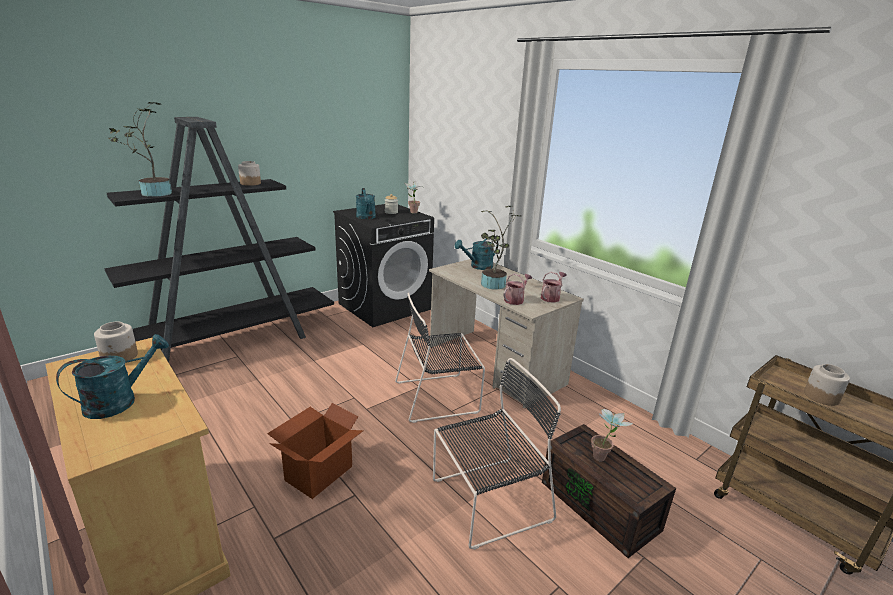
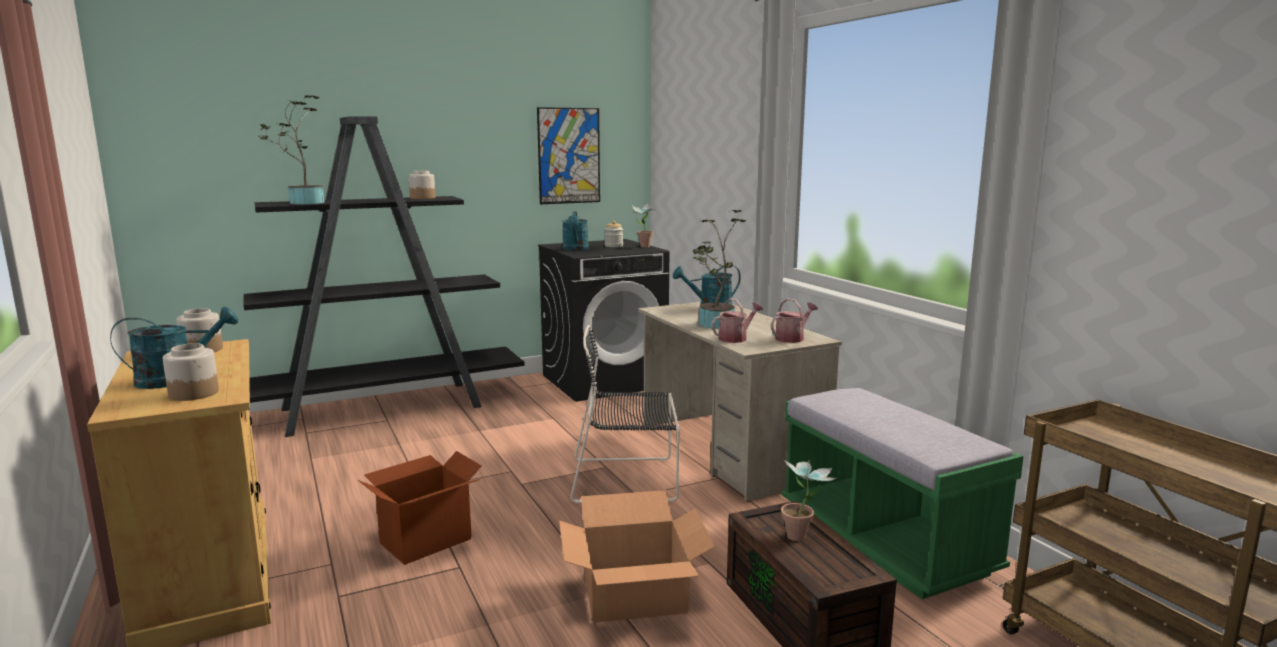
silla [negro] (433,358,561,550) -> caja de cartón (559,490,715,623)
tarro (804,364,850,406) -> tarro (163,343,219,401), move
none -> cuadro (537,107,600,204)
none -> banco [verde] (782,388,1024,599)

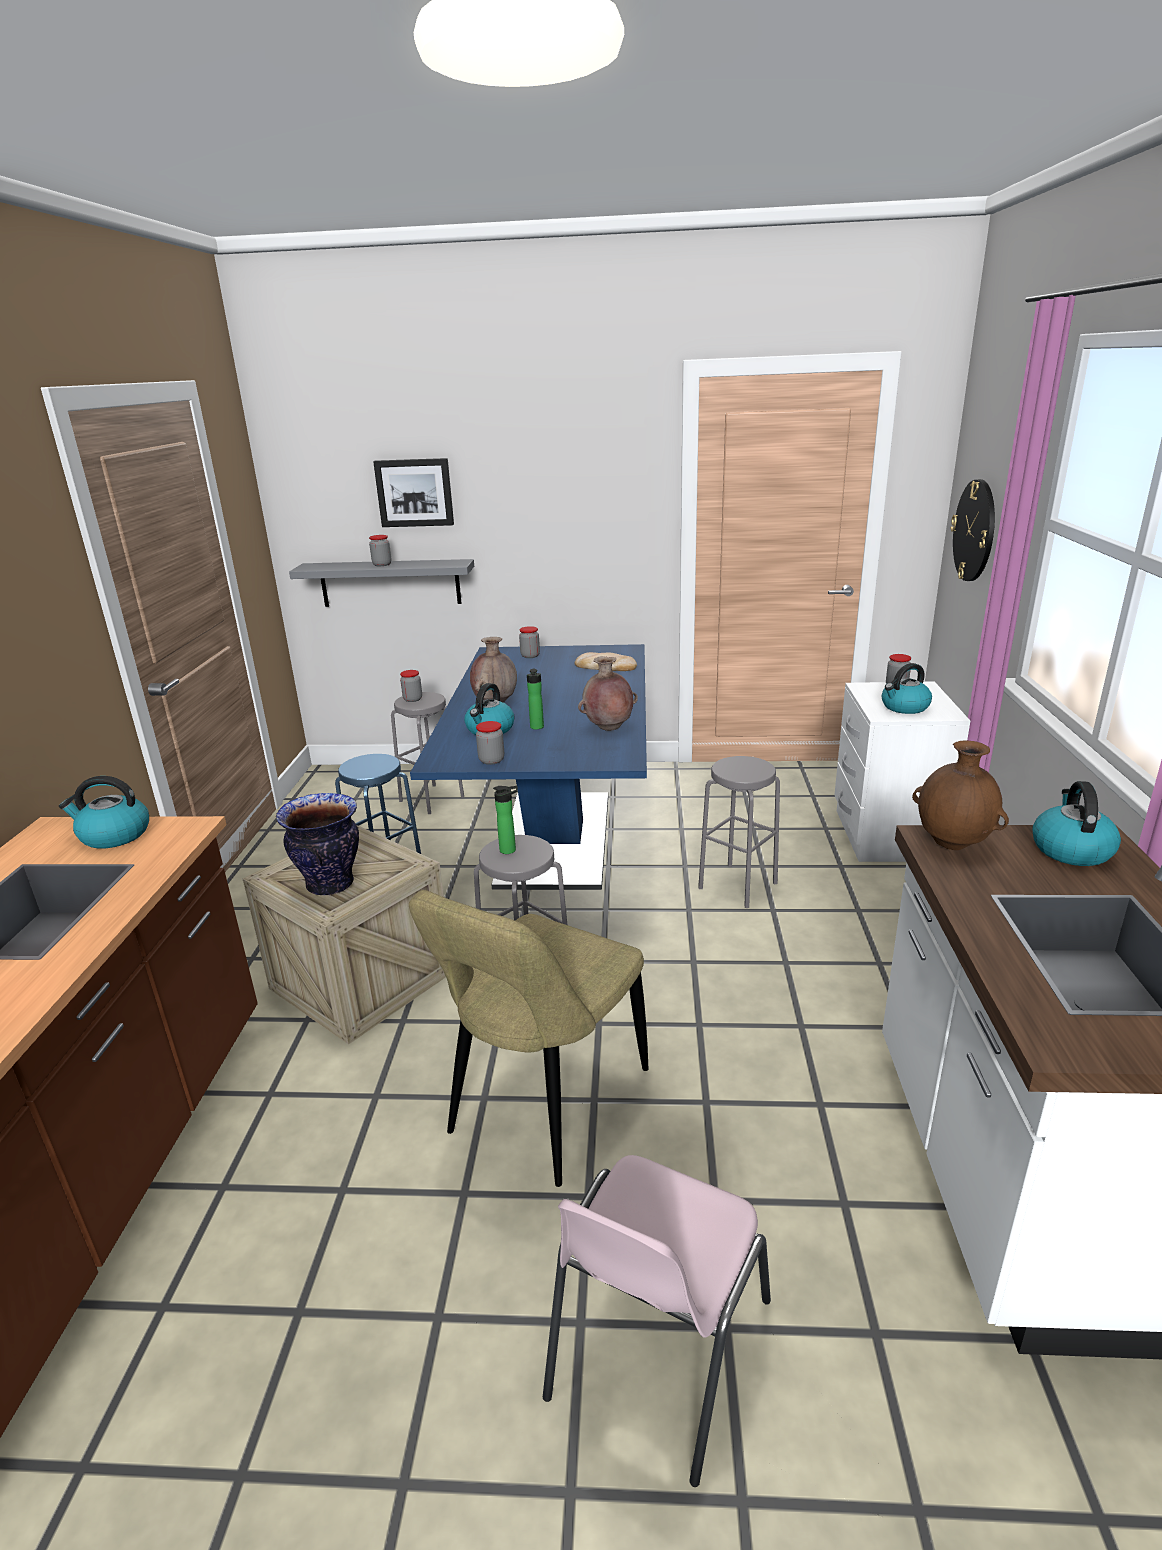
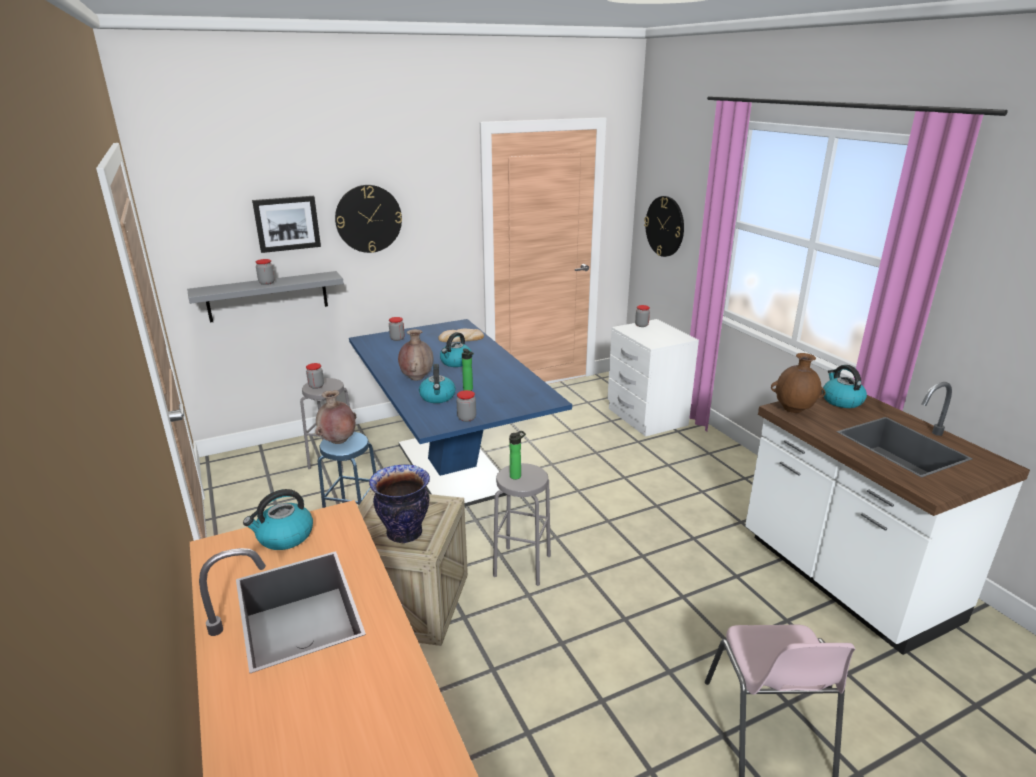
silla [beis] (409,890,649,1187) -> none
florero [marrón] (578,656,638,731) -> florero [marrón] (315,390,356,444), move
taburete [gris] (698,756,780,908) -> none
hervidor (882,663,932,714) -> hervidor (440,332,473,367), move
none -> reloj de pared (335,185,402,253)

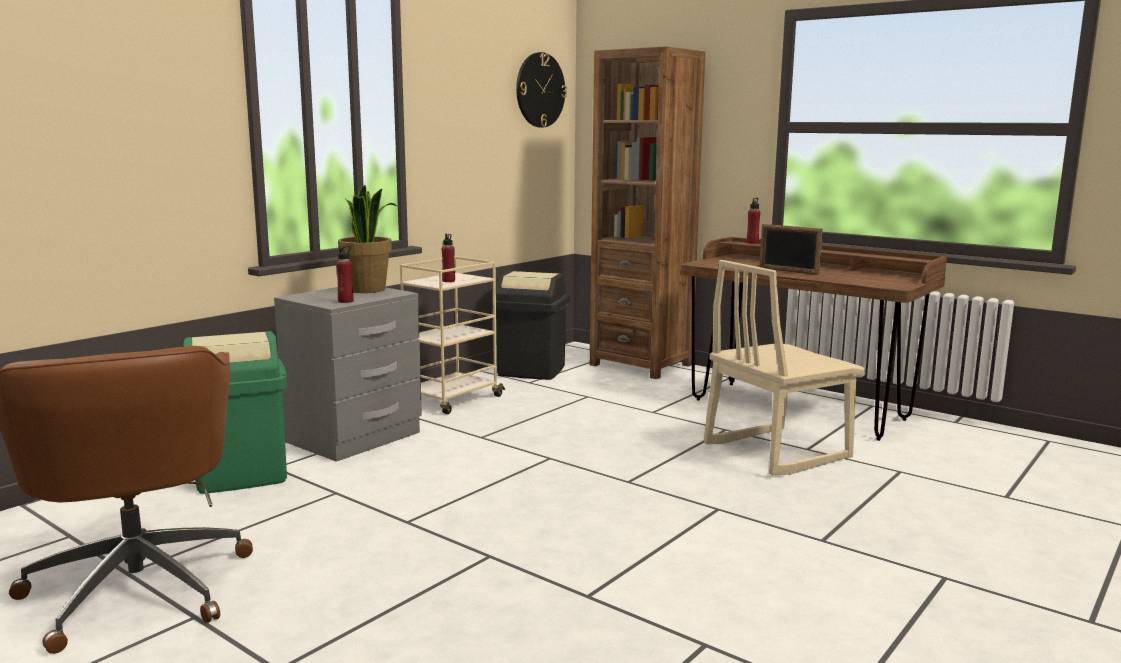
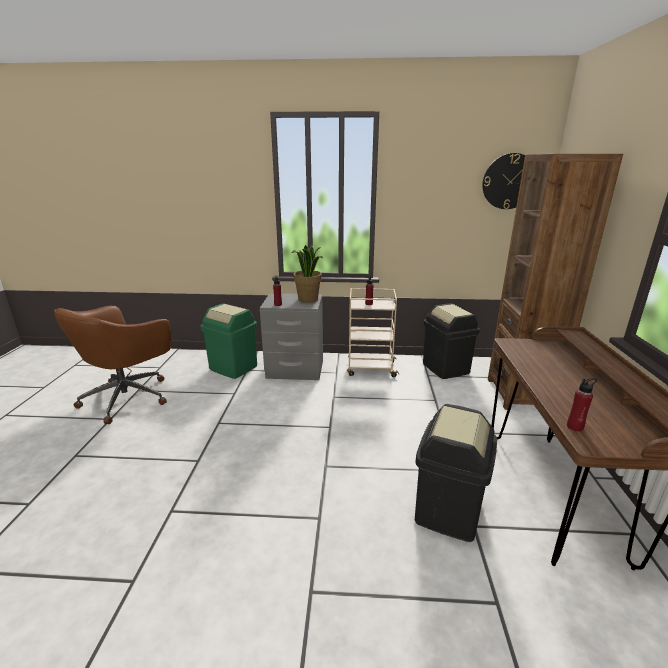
silla [beis] (704,260,865,475) -> papelera [negro] (415,404,497,542)
botella [rojo] (746,198,760,244) -> botella [rojo] (567,378,597,432), move
portarretratos (760,224,823,275) -> none

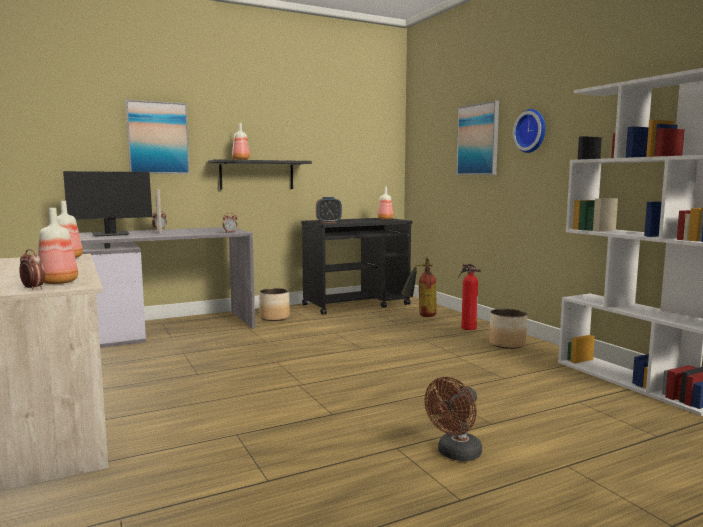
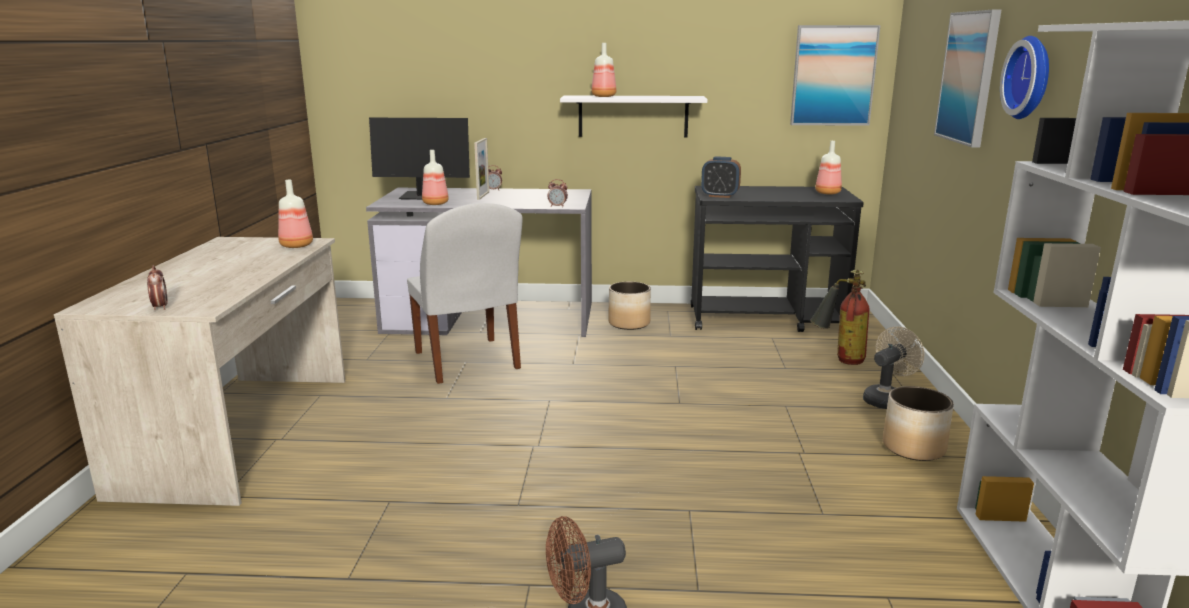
botella (38,208,78,284) -> botella (422,150,449,205), move
cuadro (125,100,190,174) -> cuadro (790,25,880,126), move
estante [negro] (208,159,312,190) -> estante [blanco] (560,95,707,137)
extintor (458,264,481,330) -> ventilador [beis] (863,327,924,409)
none -> silla [blanco] (407,203,523,384)

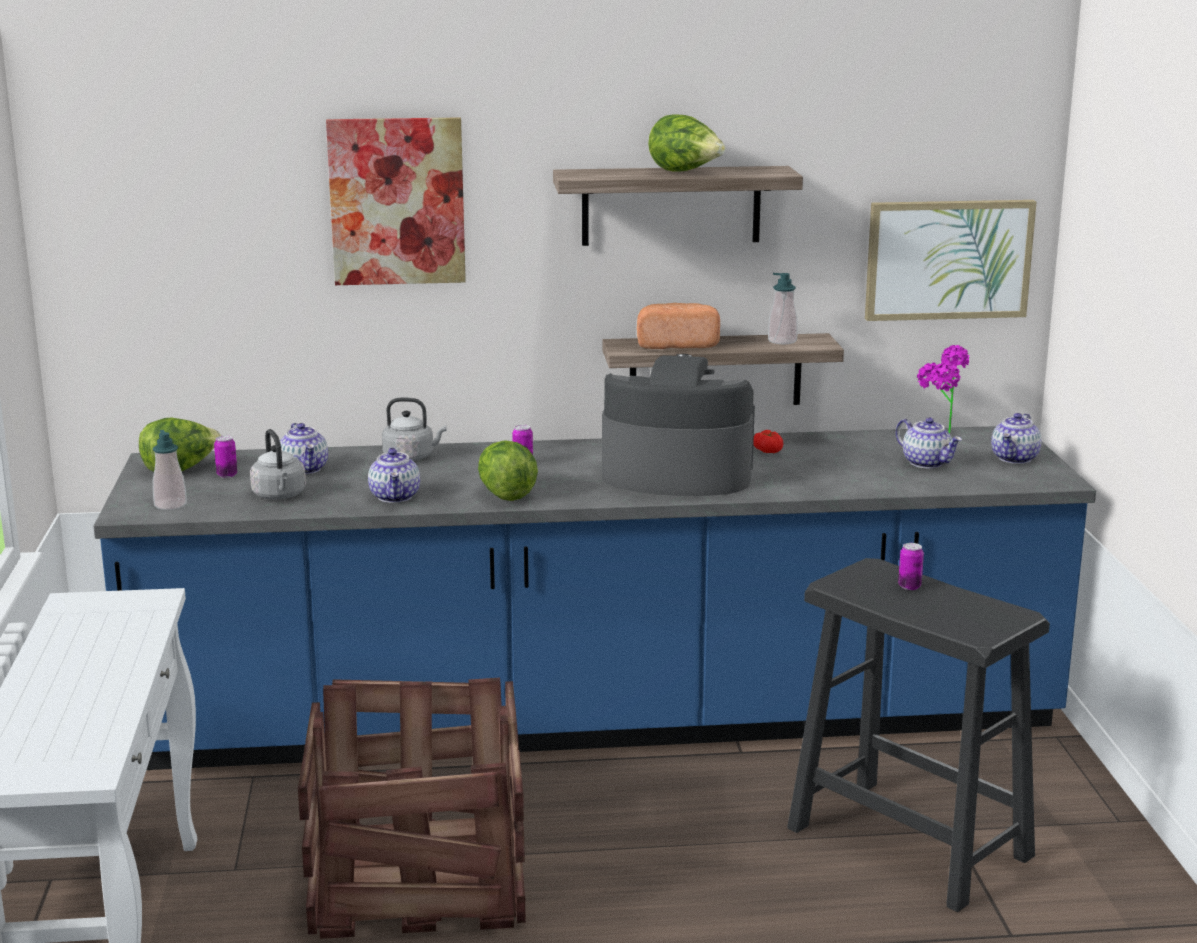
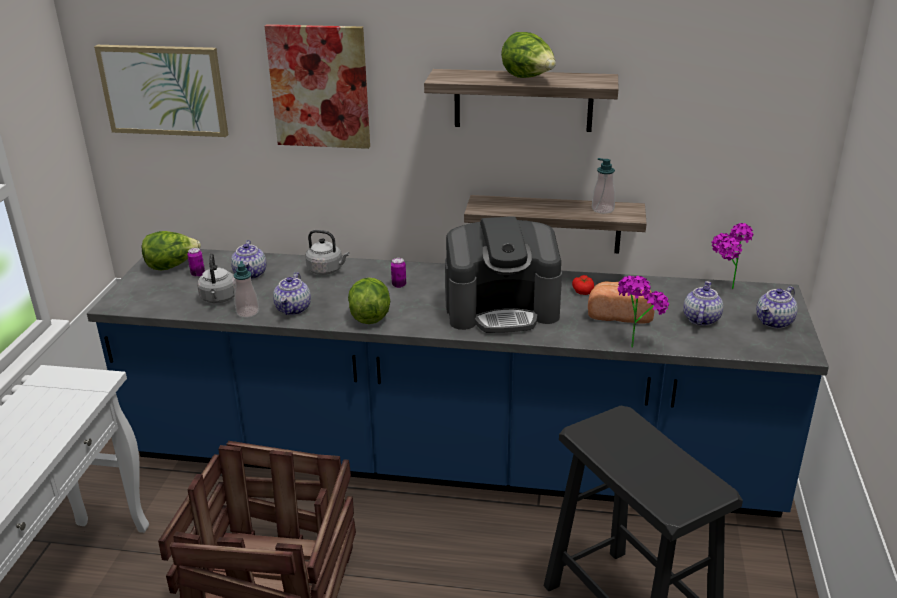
dispensador de jabón (153,430,187,510) -> dispensador de jabón (234,261,259,318), move
cafetera (602,354,755,496) -> cafetera (445,216,562,333), 150 degrees clockwise
pan (637,303,720,349) -> pan (588,281,655,324), move
cuadro (865,200,1037,321) -> cuadro (94,45,228,137), move
tetera (896,417,962,469) -> tetera (683,281,723,326), 135 degrees counterclockwise
lata (898,543,924,590) -> none
none -> planta en maceta (618,276,669,348)

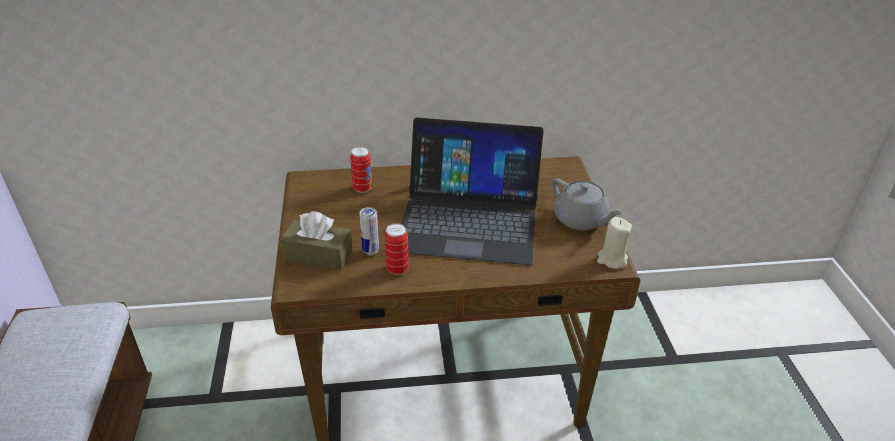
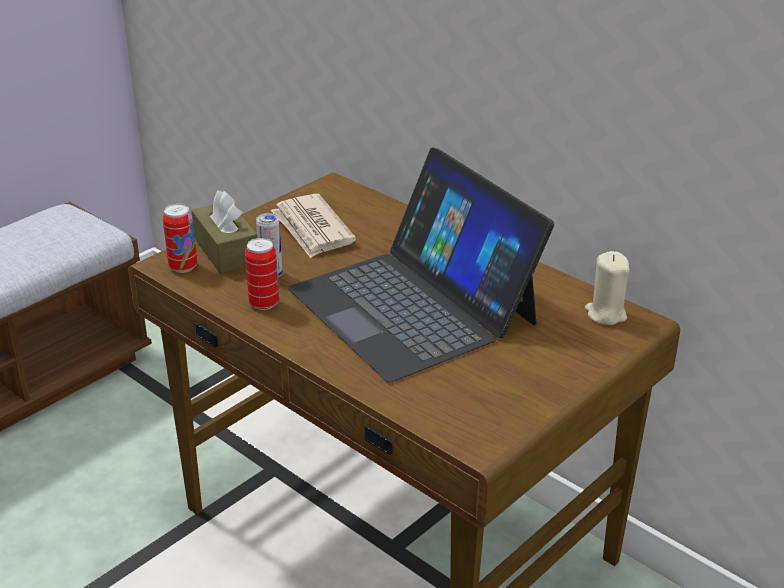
lata (350,147,372,193) -> lata (163,204,197,273), move
tetera [gris] (552,178,622,231) -> none
vela [beis] (597,217,632,269) -> vela [beis] (585,251,630,325), move
none -> periódico (271,194,356,258)

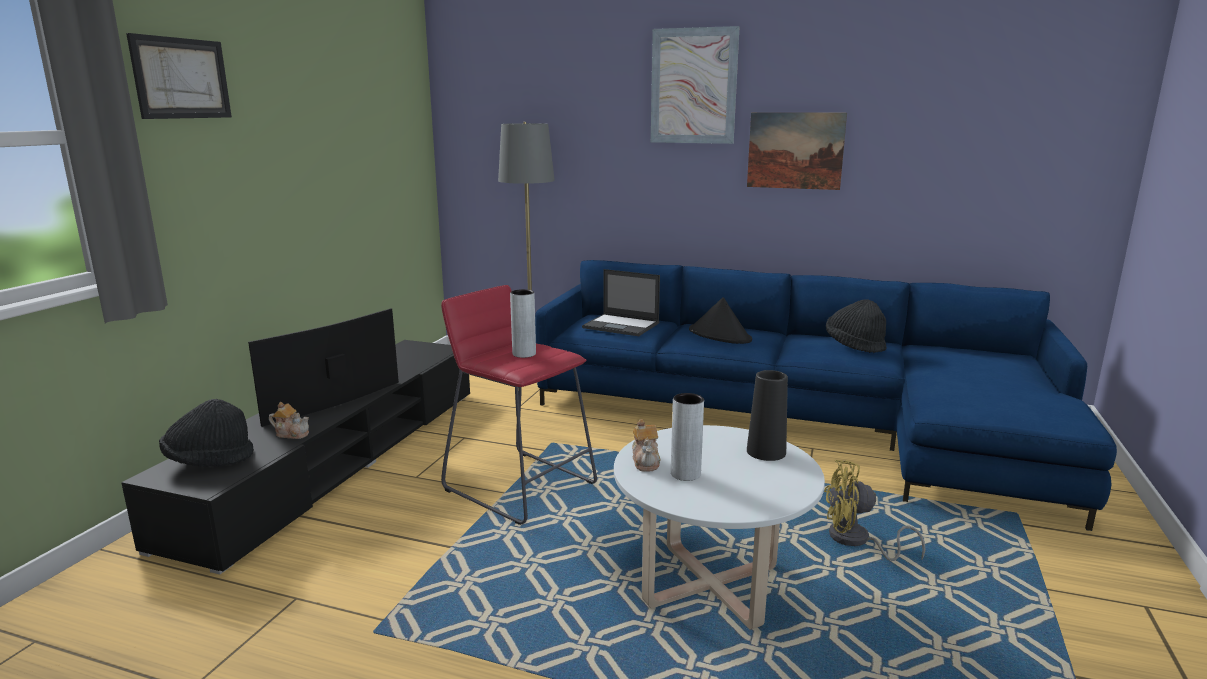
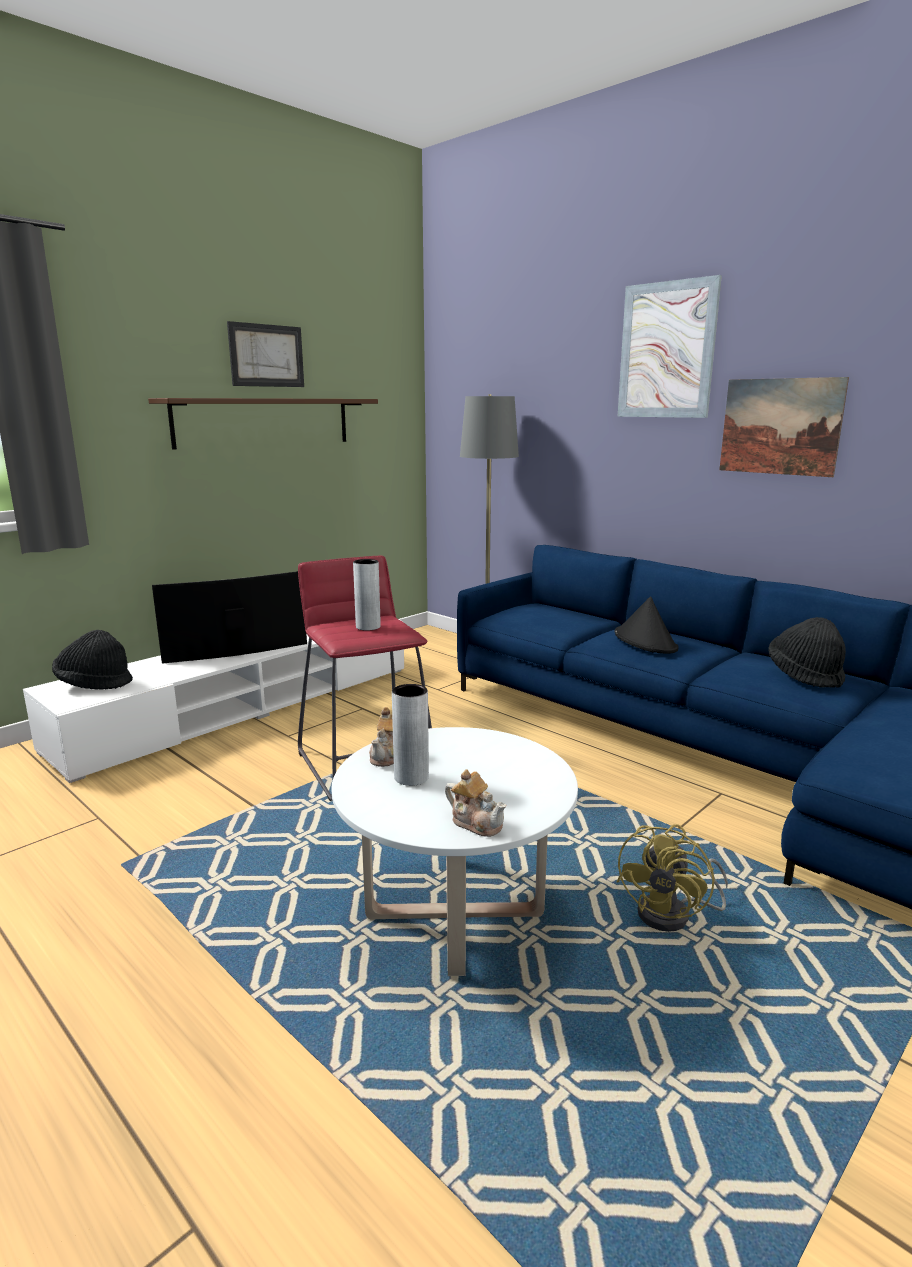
mueble de televisión [negro] (121,340,470,575) -> mueble de televisión [blanco] (23,619,404,783)
cuadro (126,33,232,119) -> cuadro (227,321,304,387), move
tetera (269,402,309,439) -> tetera (445,769,506,837), move
portátil (582,269,660,336) -> none
florero [negro] (747,370,788,461) -> none
ventilador [amarillo] (824,460,925,561) -> ventilador [amarillo] (617,824,728,932), 90 degrees counterclockwise
none -> estante [marrón] (148,398,378,450)

